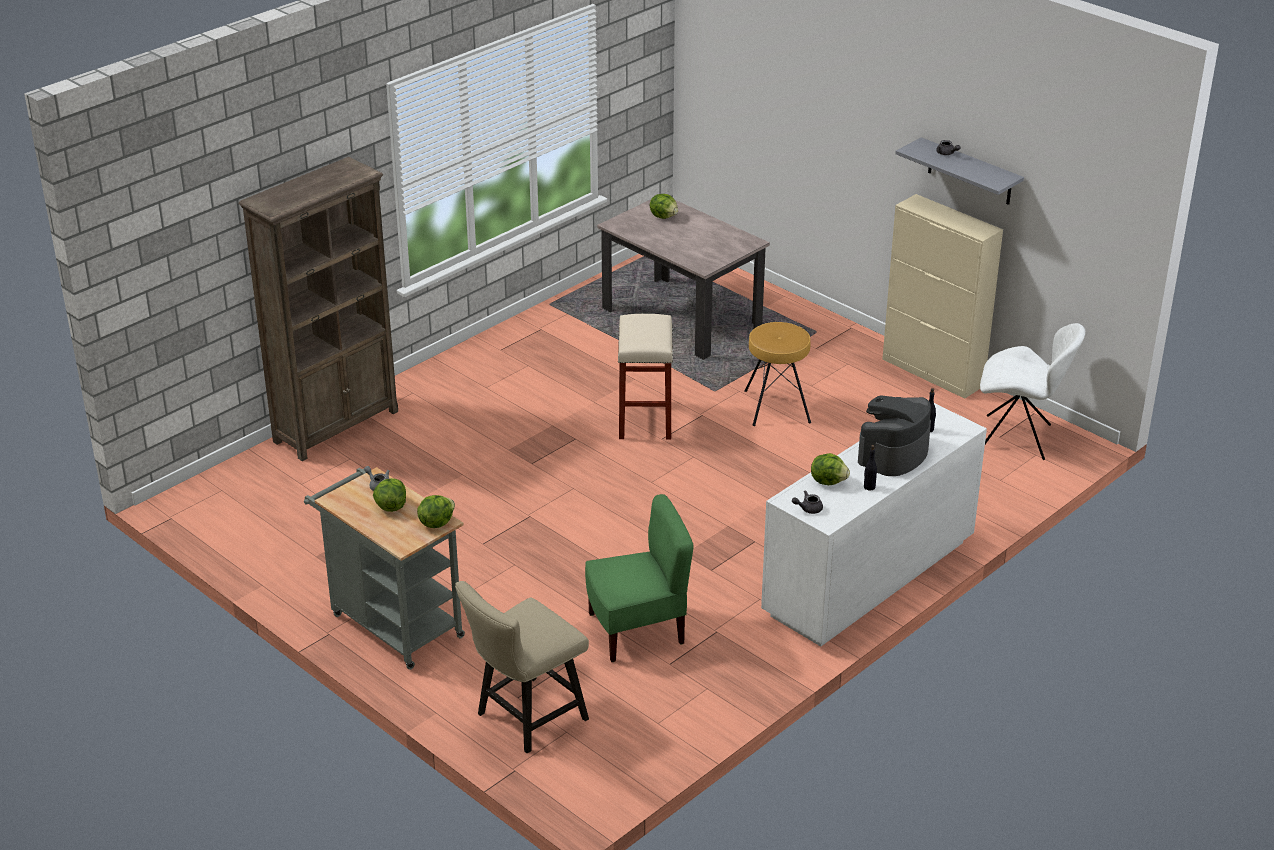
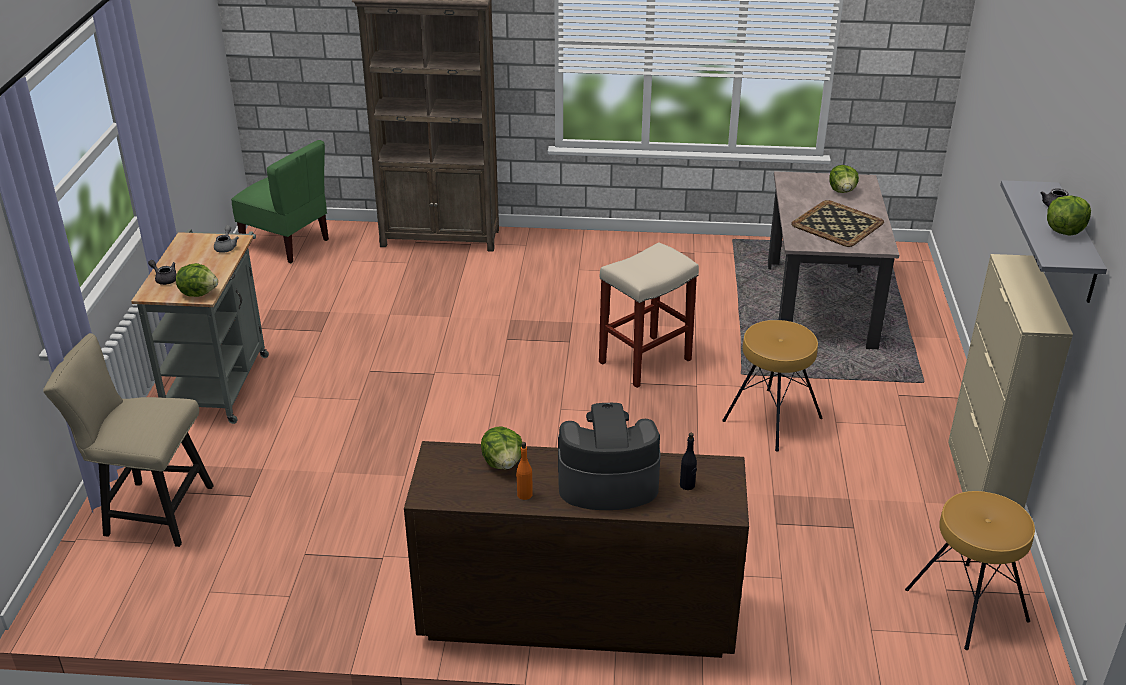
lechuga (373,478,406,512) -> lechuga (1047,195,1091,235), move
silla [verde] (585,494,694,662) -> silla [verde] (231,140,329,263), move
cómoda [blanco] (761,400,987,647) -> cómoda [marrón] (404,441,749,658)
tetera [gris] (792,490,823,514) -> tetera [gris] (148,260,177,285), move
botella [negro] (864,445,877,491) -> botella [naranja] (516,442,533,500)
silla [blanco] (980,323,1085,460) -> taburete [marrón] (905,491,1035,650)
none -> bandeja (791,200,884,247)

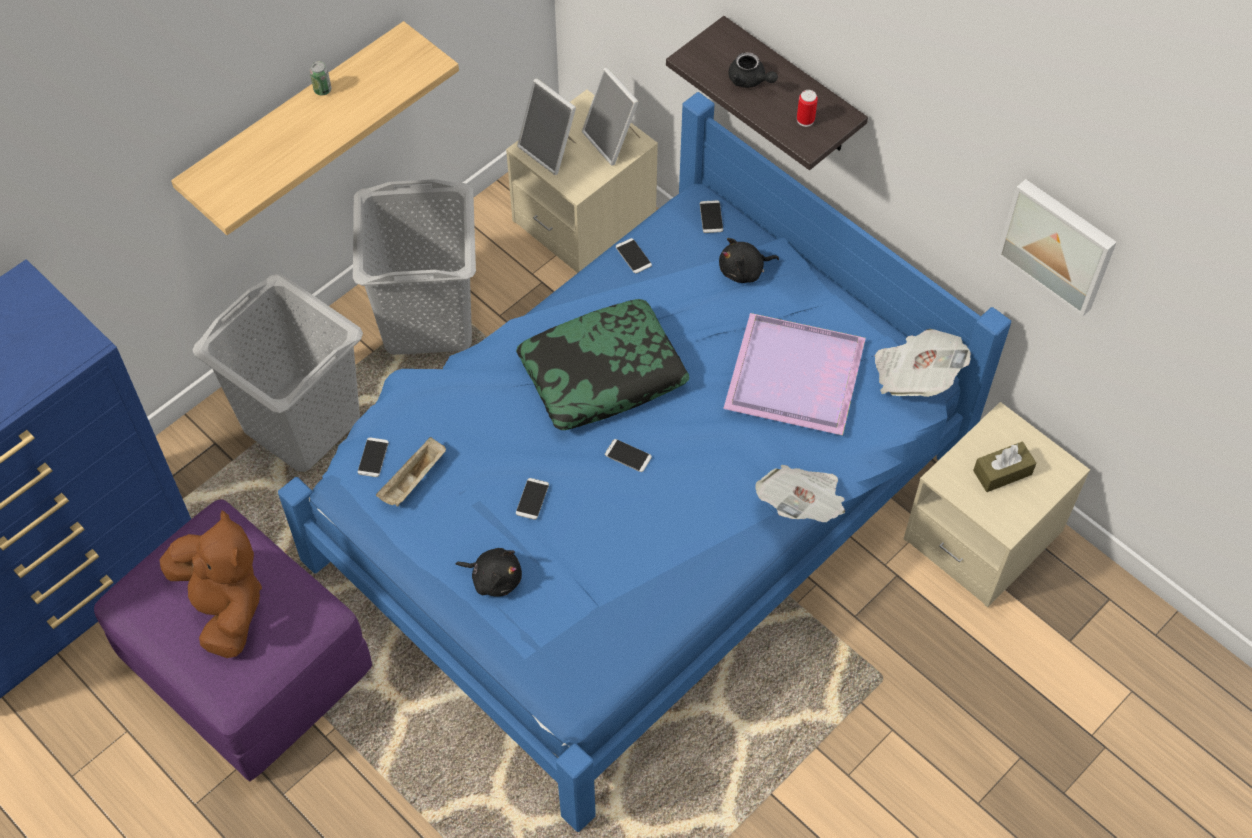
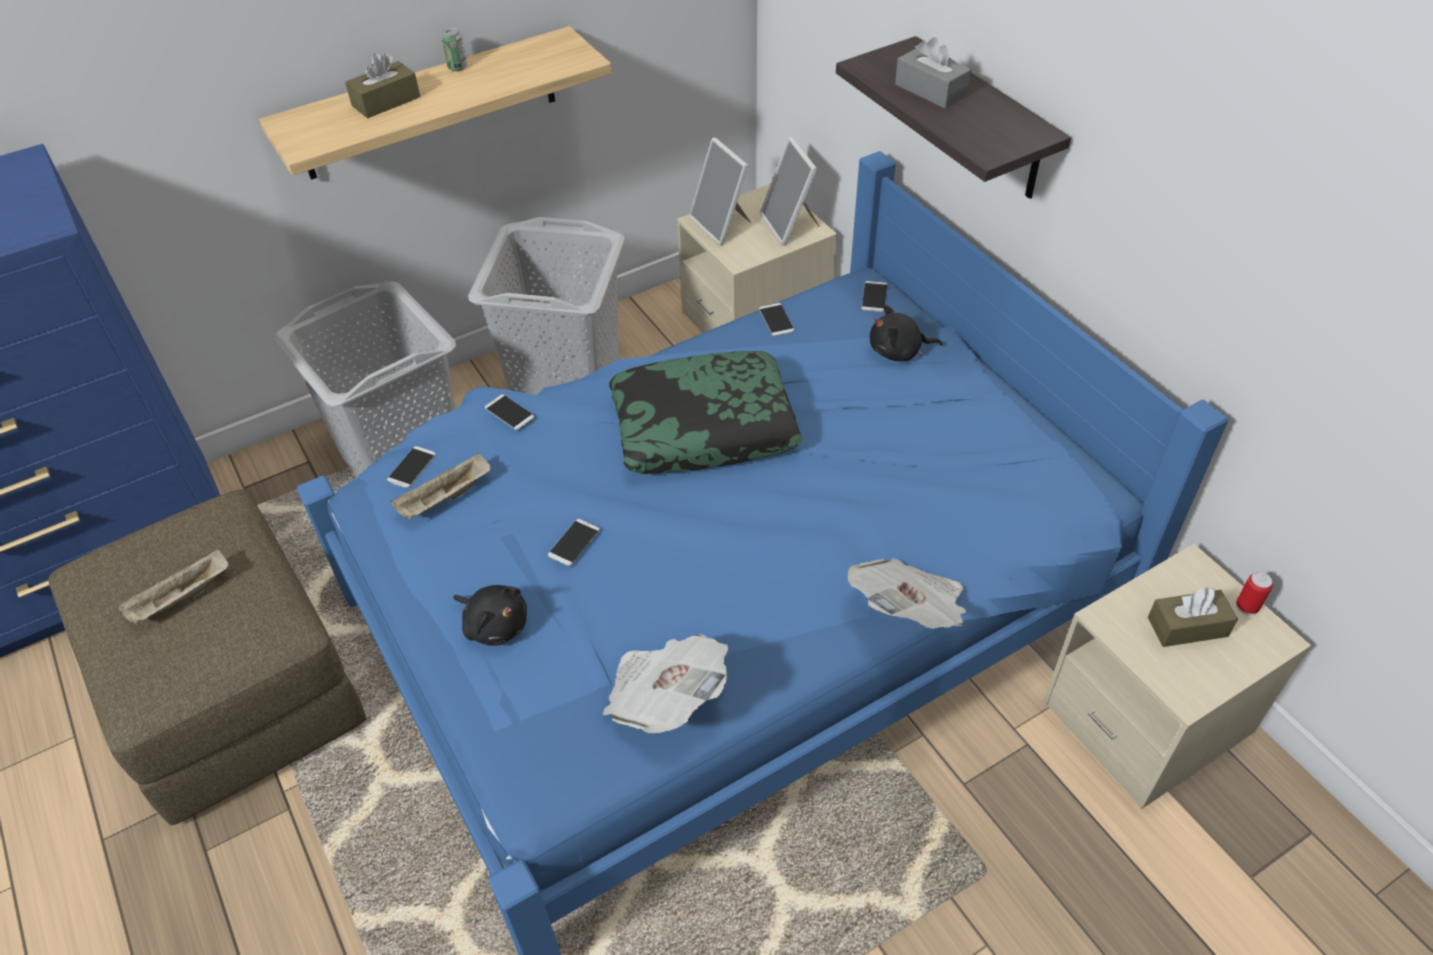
puf [morado] (94,499,372,781) -> puf [marrón] (48,489,367,826)
peluche [marrón] (159,510,262,658) -> bandeja [beis] (117,549,228,625)
móvil (605,439,652,472) -> móvil (485,395,534,430), move
bandeja [morado] (723,313,866,436) -> none
tetera [negro] (728,52,778,88) -> caja de pañuelos [gris] (895,37,972,109)
lata (797,90,818,127) -> lata (1236,572,1273,615), move
periódico (875,329,971,397) -> periódico (603,634,729,733), move
cuadro (997,179,1117,317) -> none
none -> caja de pañuelos [marrón] (345,53,420,118)

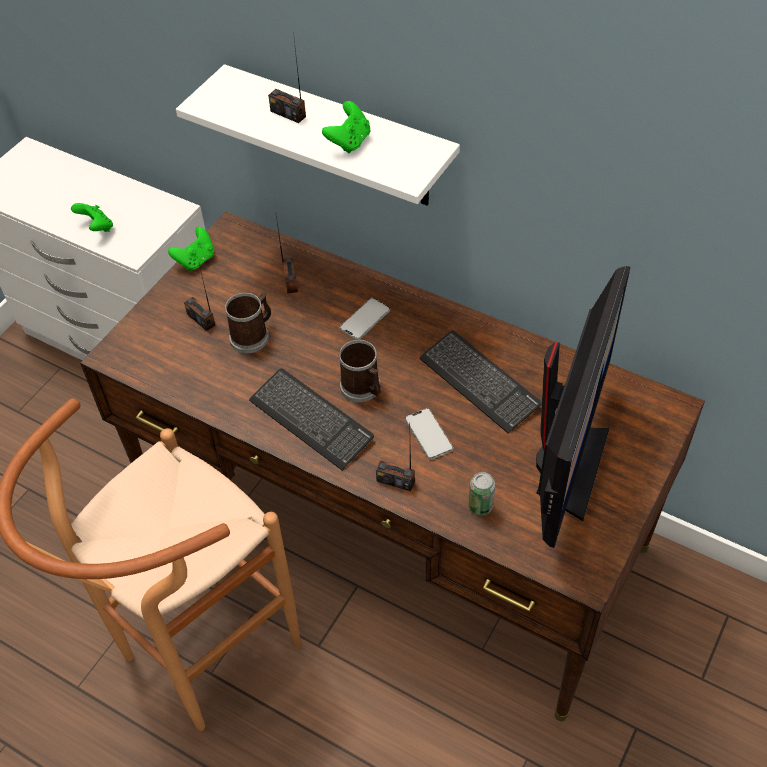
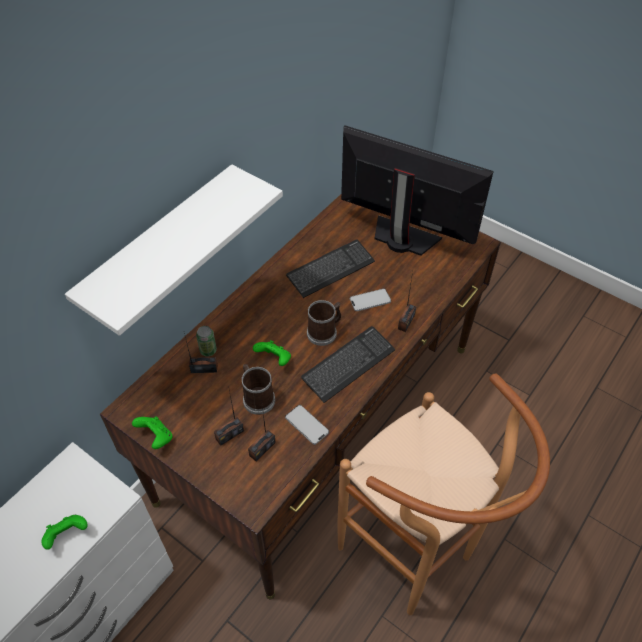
radio (268,31,306,123) -> radio (248,406,276,462), move
mando de consola [verde] (322,101,370,153) -> mando de consola [verde] (253,340,291,366), move
móvil (340,298,390,340) -> móvil (285,405,329,445), move
lata (468,472,495,515) -> lata (196,326,217,357), move

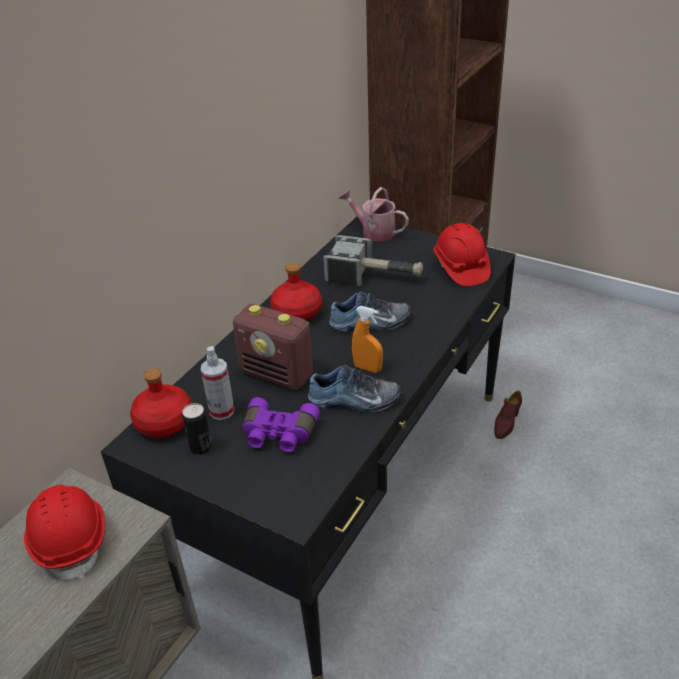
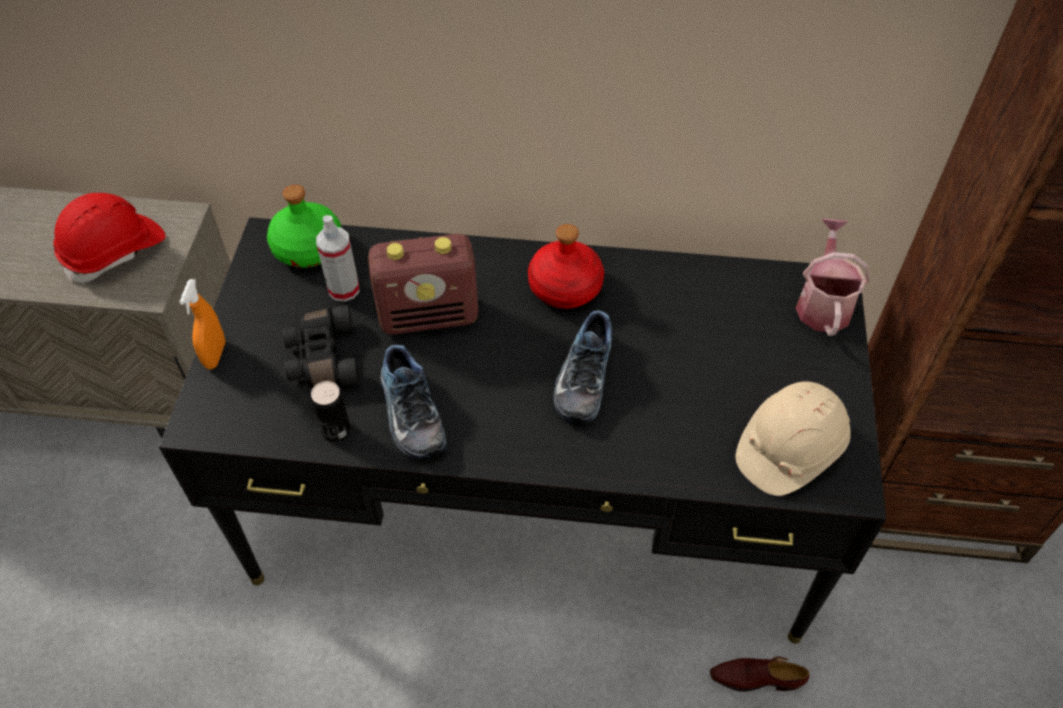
botella [rojo] (130,368,192,438) -> botella [verde] (267,185,341,268)
lata (182,403,212,455) -> lata (311,381,351,442), move
radio (233,304,313,390) -> radio (368,234,478,334), 105 degrees counterclockwise
prismáticos [morado] (243,397,320,452) -> prismáticos [negro] (283,305,359,388)
martillo (323,235,423,286) -> none
zapato (329,291,411,332) -> zapato (554,311,612,424), 45 degrees clockwise
pulverizador [naranja] (352,306,383,373) -> pulverizador [naranja] (179,279,225,369), move
casco [rojo] (433,223,491,286) -> casco [beis] (736,381,851,496)

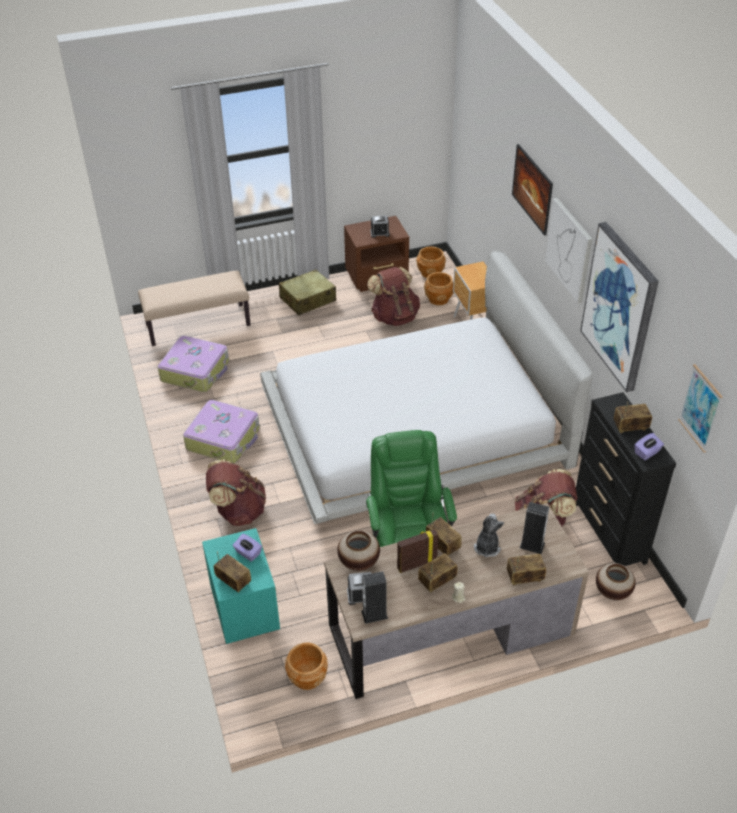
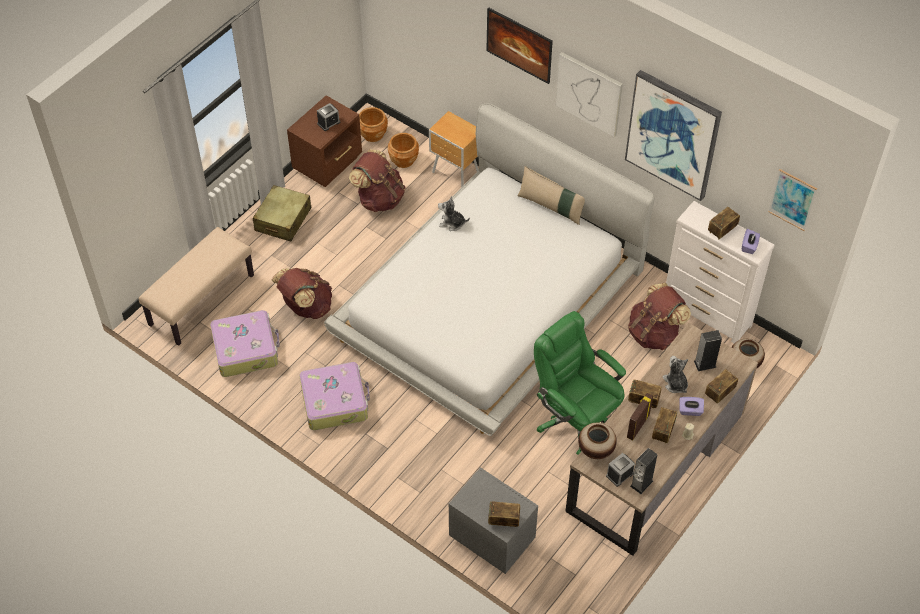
mesita de noche [turquesa] (202,528,280,644) -> mesita de noche [gris] (449,467,538,574)
mochila [marrón] (206,459,266,526) -> mochila [marrón] (272,268,332,319), move
caja de pañuelos [morado] (233,534,262,562) -> caja de pañuelos [morado] (679,397,704,416), move
maceta [marrón] (285,642,328,690) -> none
cómoda [negro] (576,392,676,566) -> cómoda [blanco] (666,201,774,343)
none -> peluche (438,196,470,231)
none -> cojín [beis] (517,166,585,225)

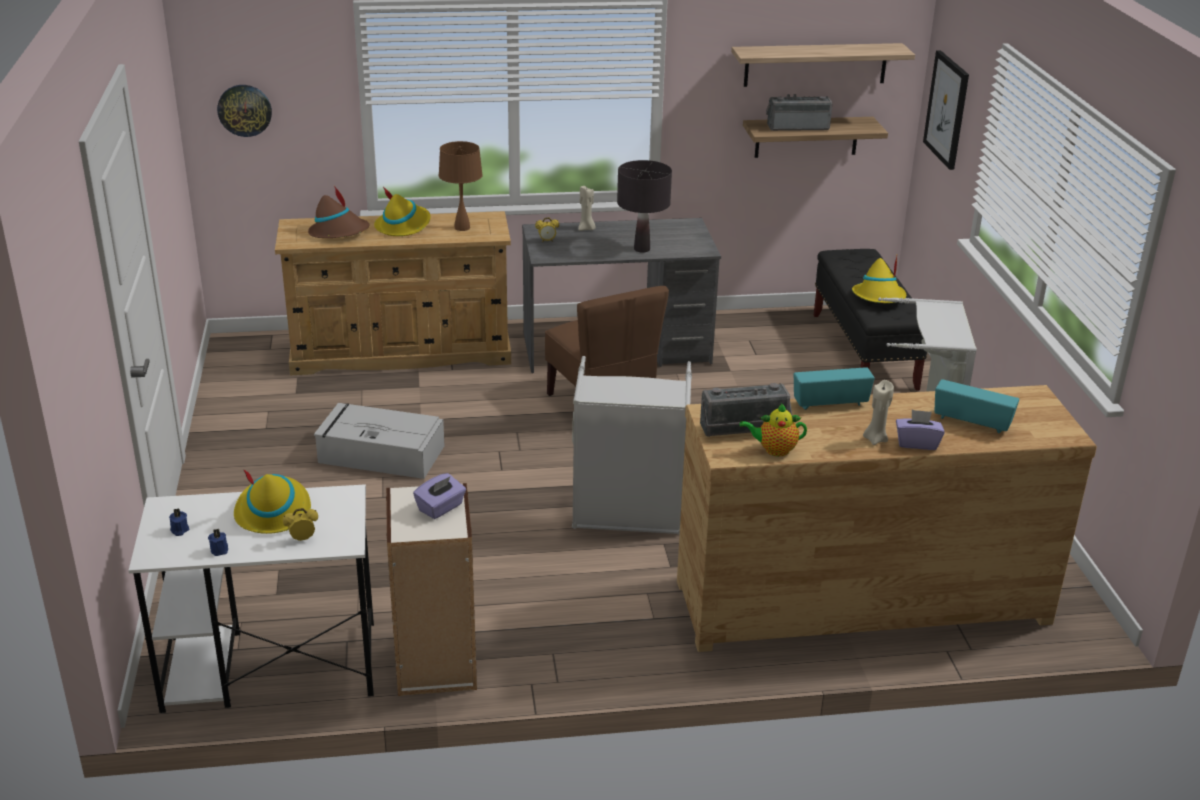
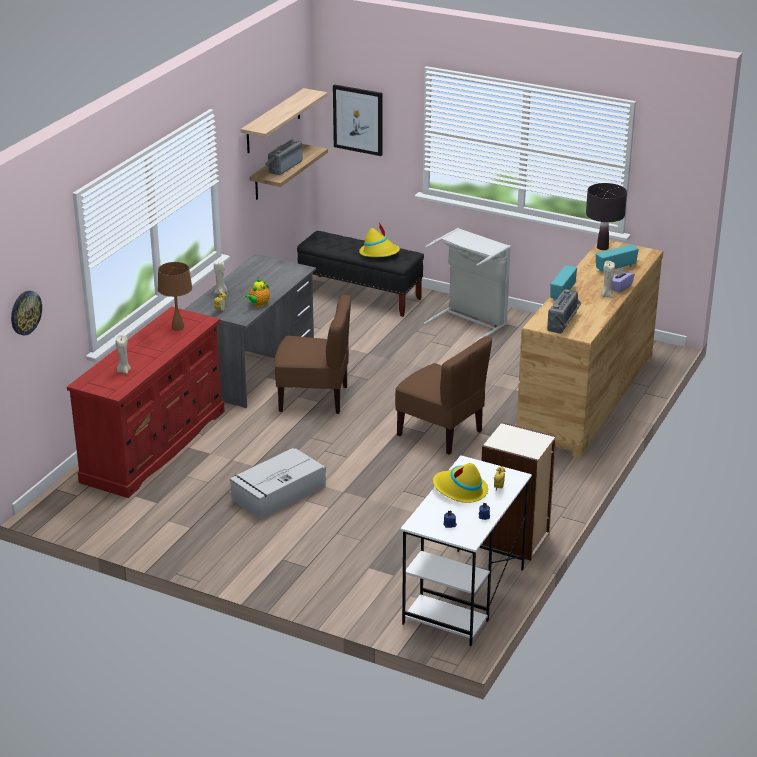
cómoda [beis] (275,211,511,375) -> cómoda [rojo] (67,307,225,498)
sombrero [marrón] (308,185,369,238) -> vela [beis] (116,335,131,374)
sombrero [amarillo] (374,187,431,236) -> none
caja de pañuelos [morado] (413,473,466,519) -> none
cesto de la ropa [gris] (572,356,692,535) -> silla [marrón] (395,336,492,455)
lámpara de mesa [negro] (617,160,672,253) -> lámpara de mesa [negro] (586,183,627,250), move
tetera (740,403,807,456) -> tetera (245,278,270,307), move

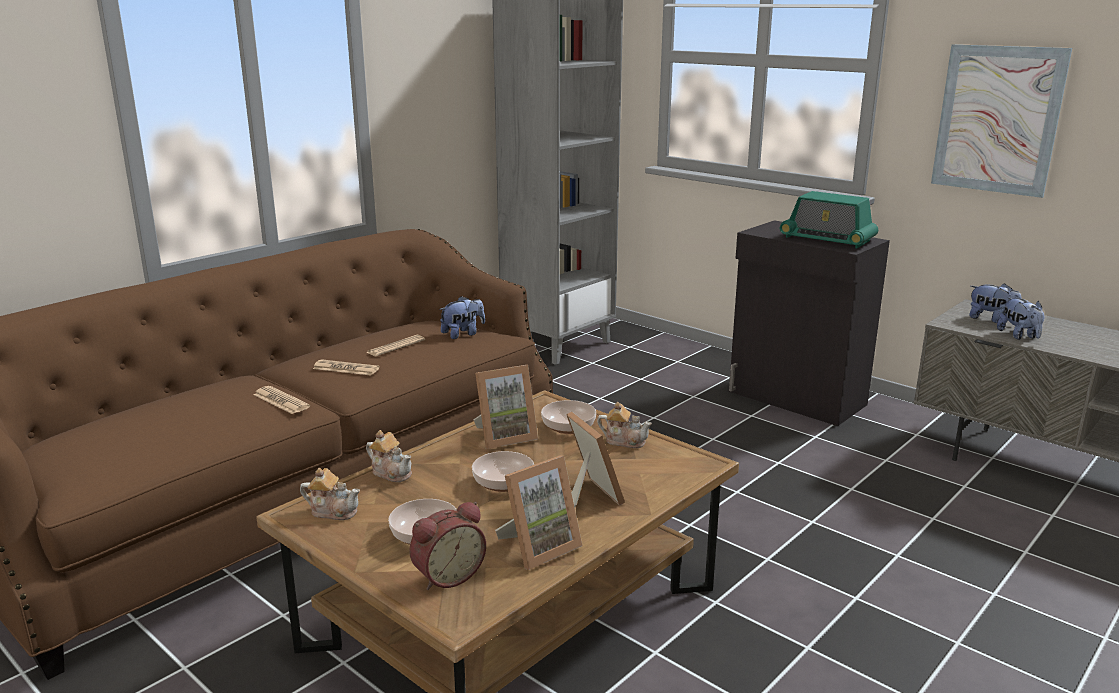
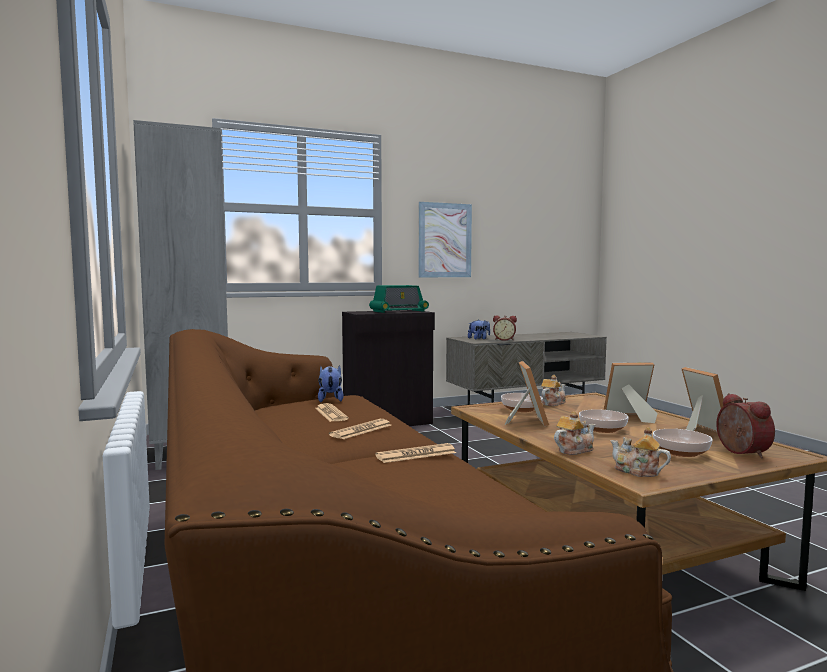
tetera (300,468,360,520) -> tetera (610,426,671,477), 90 degrees counterclockwise
peluche (997,297,1044,340) -> despertador (493,315,517,341)

